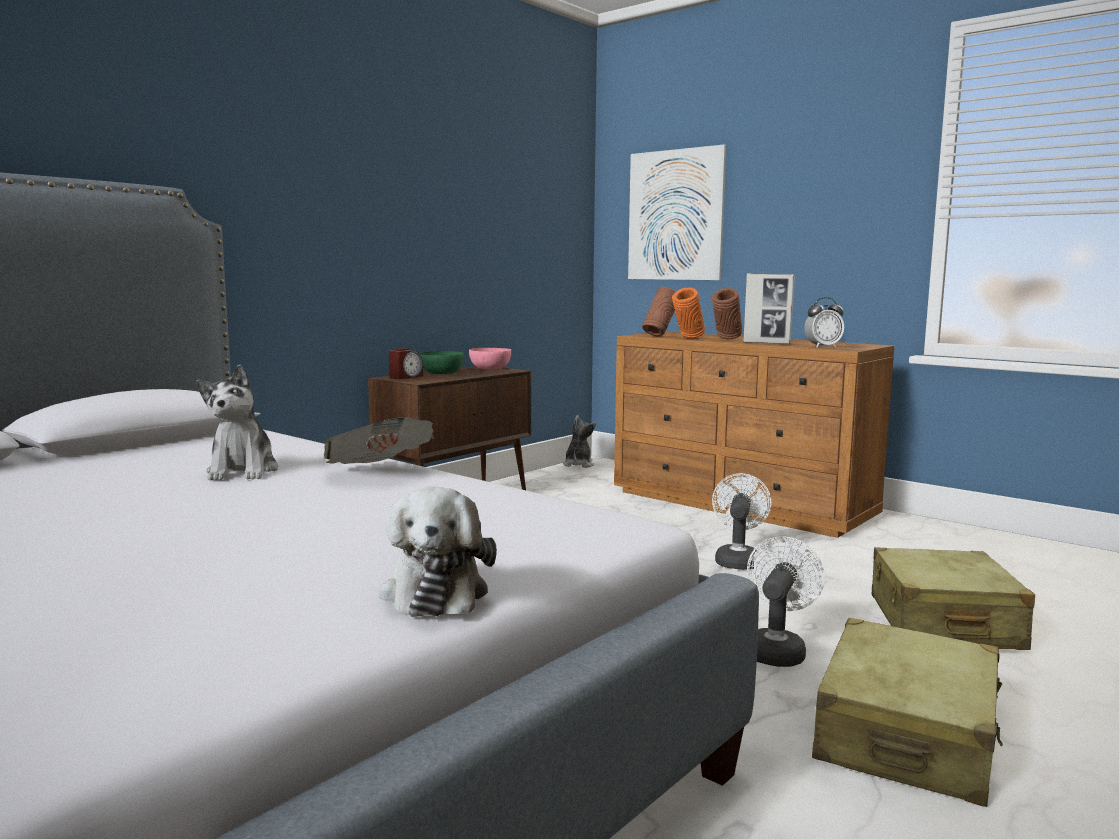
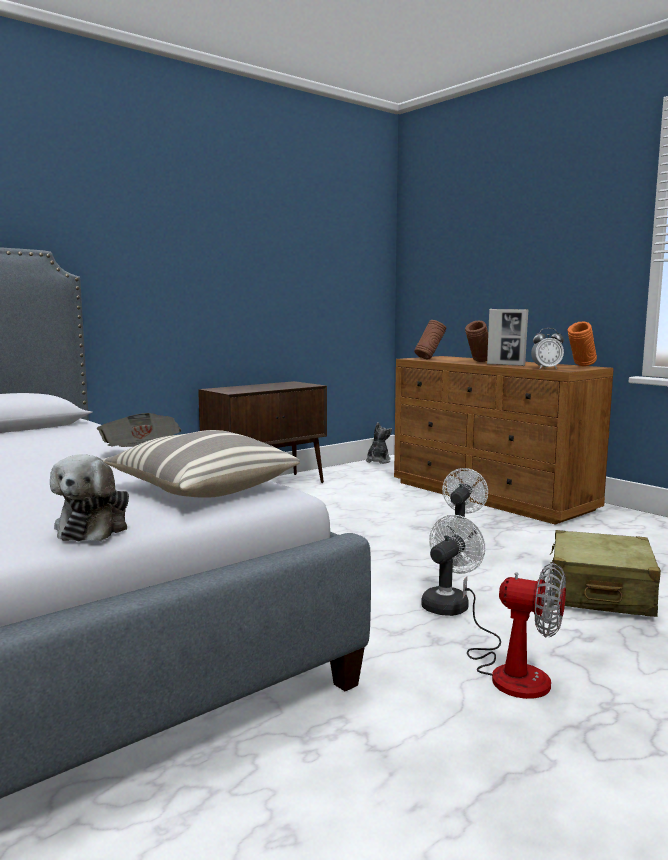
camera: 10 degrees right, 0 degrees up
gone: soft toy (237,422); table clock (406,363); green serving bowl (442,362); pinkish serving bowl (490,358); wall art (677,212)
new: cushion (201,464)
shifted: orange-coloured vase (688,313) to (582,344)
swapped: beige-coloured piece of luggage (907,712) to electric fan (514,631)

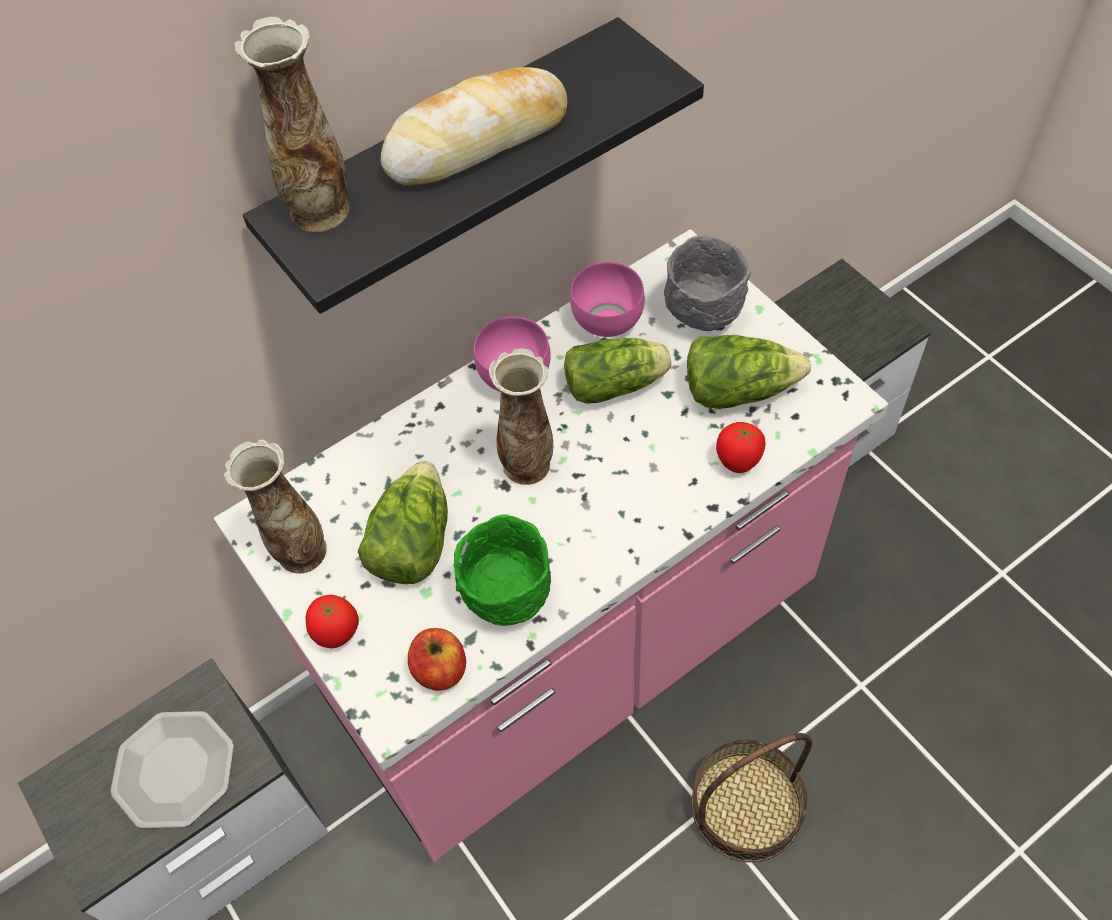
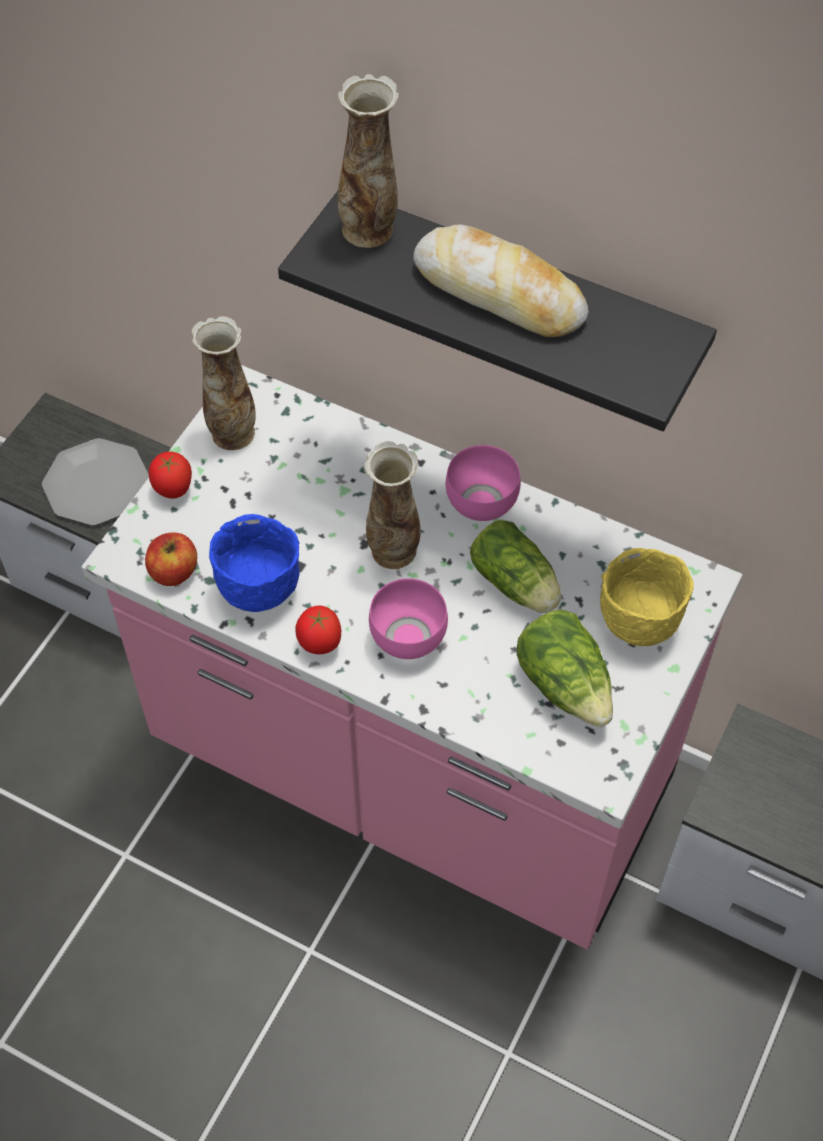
camera: 60 degrees right, 0 degrees up
gone: head of lettuce (403,522); basket (751,797)
shifted: pinkish serving bowl (607,299) to (408,618); tomato (741,447) to (318,629)
repainted: green serving bowl (502,570) to blue serving bowl (254,563); grey serving bowl (707,283) to yellowish serving bowl (647,597)

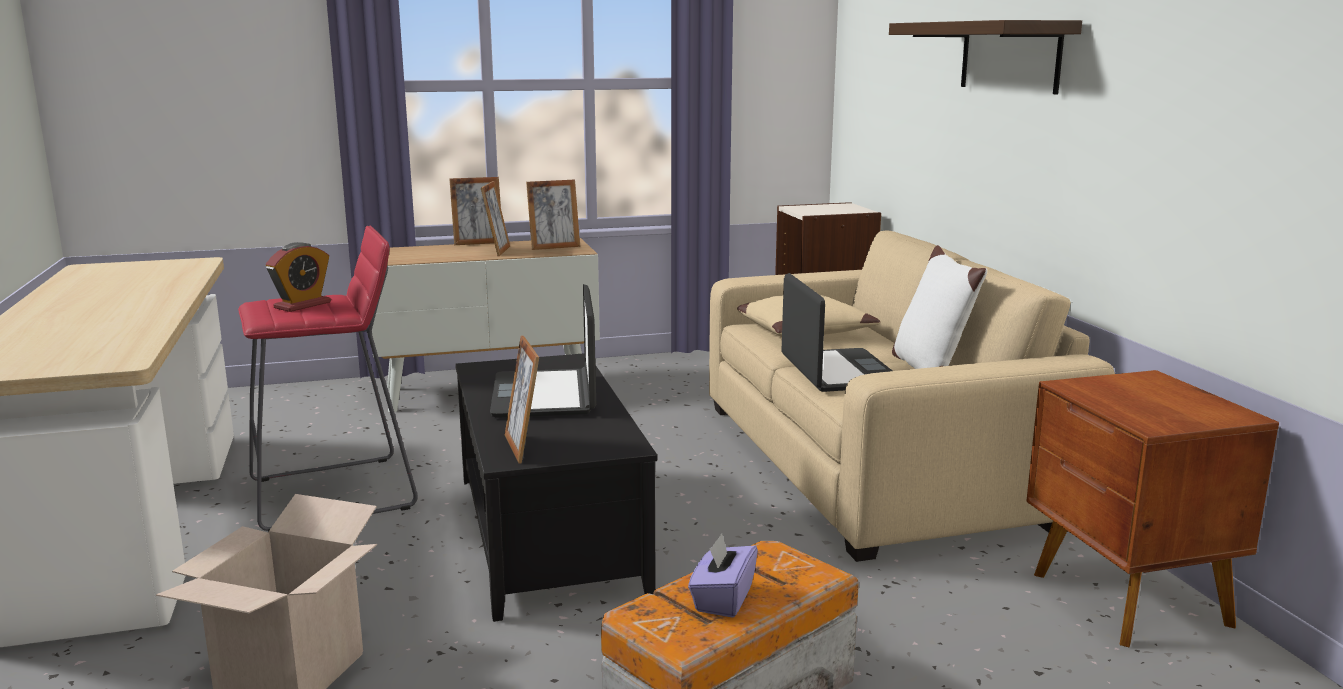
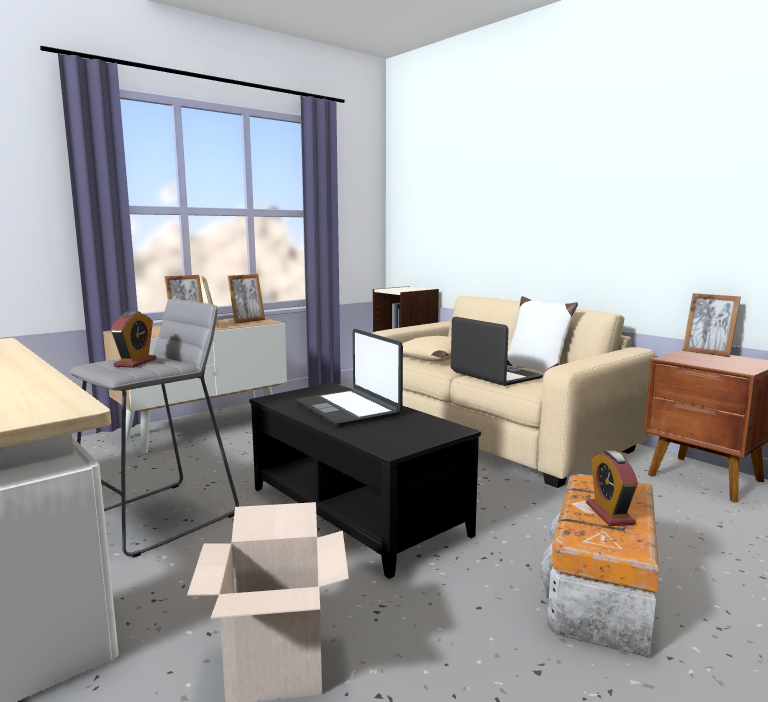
camera: 25 degrees left, 5 degrees down
gone: shelf (985,57)
shifted: standing frame (522,399) to (711,325)
swapped: purple box of tissues (723,575) to table clock (612,488)
repainted: red stool seat (328,379) to grey stool seat (154,428)

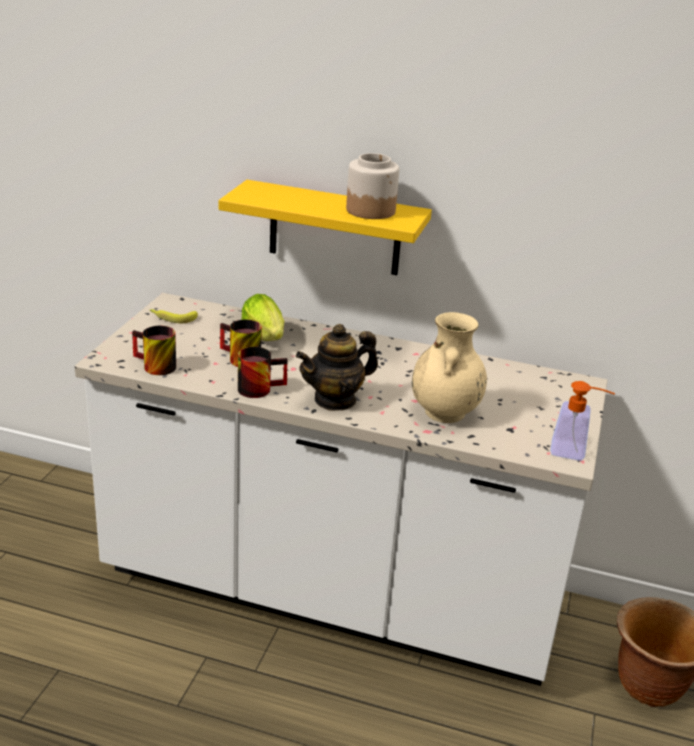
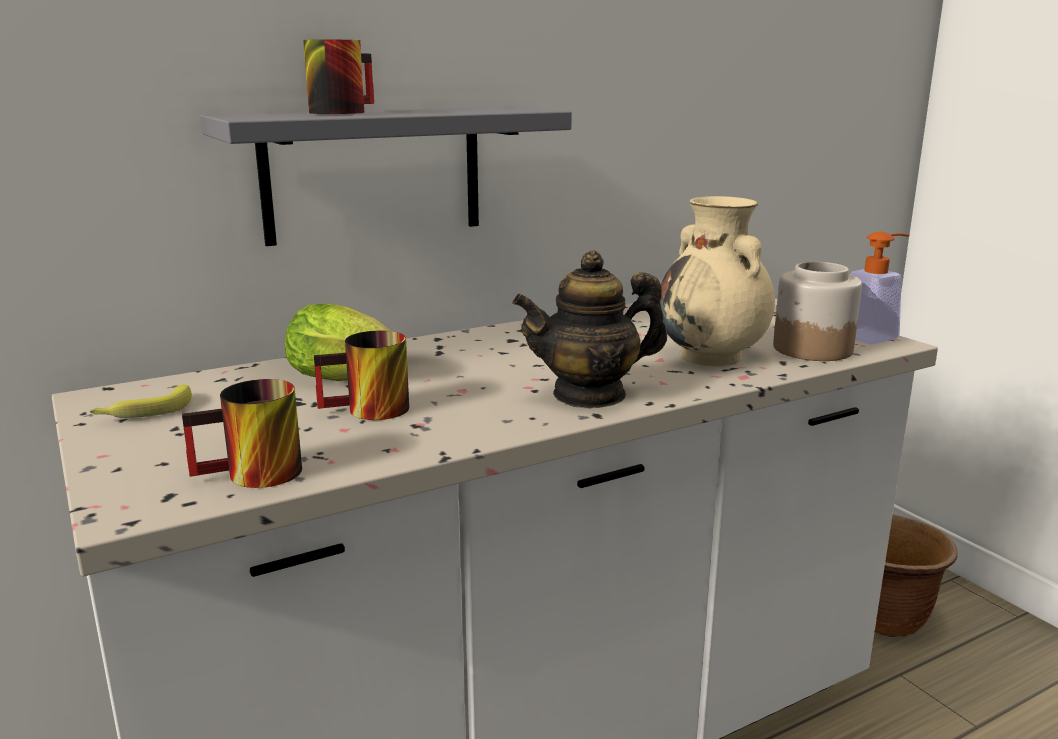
camera: 45 degrees left, 10 degrees down
shifted: mug (263,372) to (338,77); storage jar (372,186) to (817,311)
repainted: yellowish shelf (325,227) to grey shelf (386,176)
rotated: tea pot (337,367) = (590,329) 60 degrees clockwise

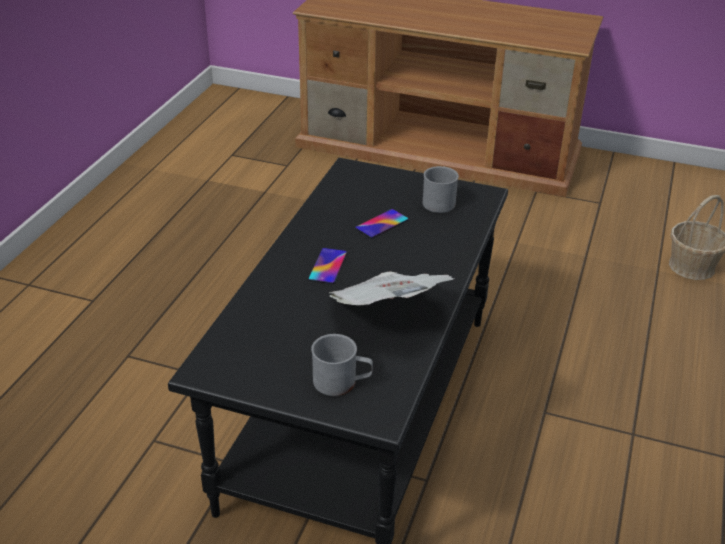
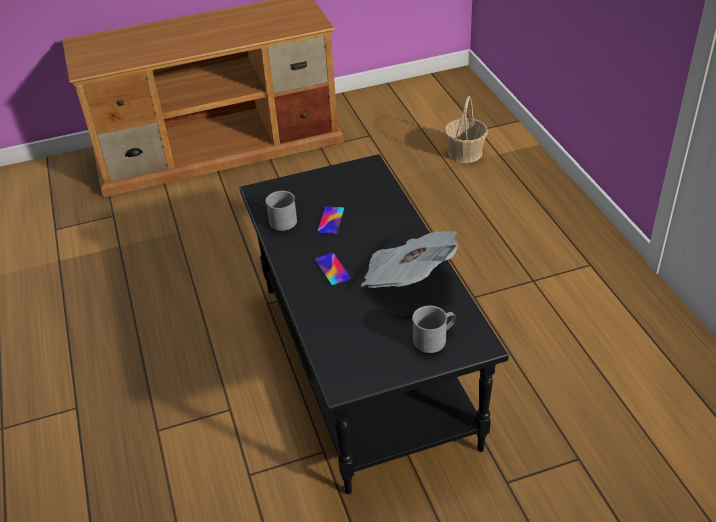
camera: 35 degrees left, 5 degrees up
shifted: grey mug (441,189) to (281,211)

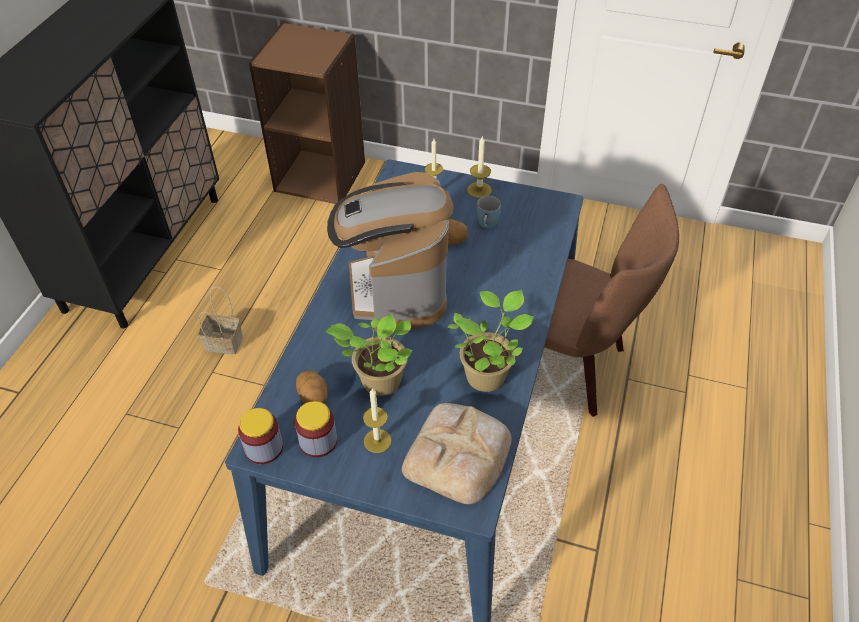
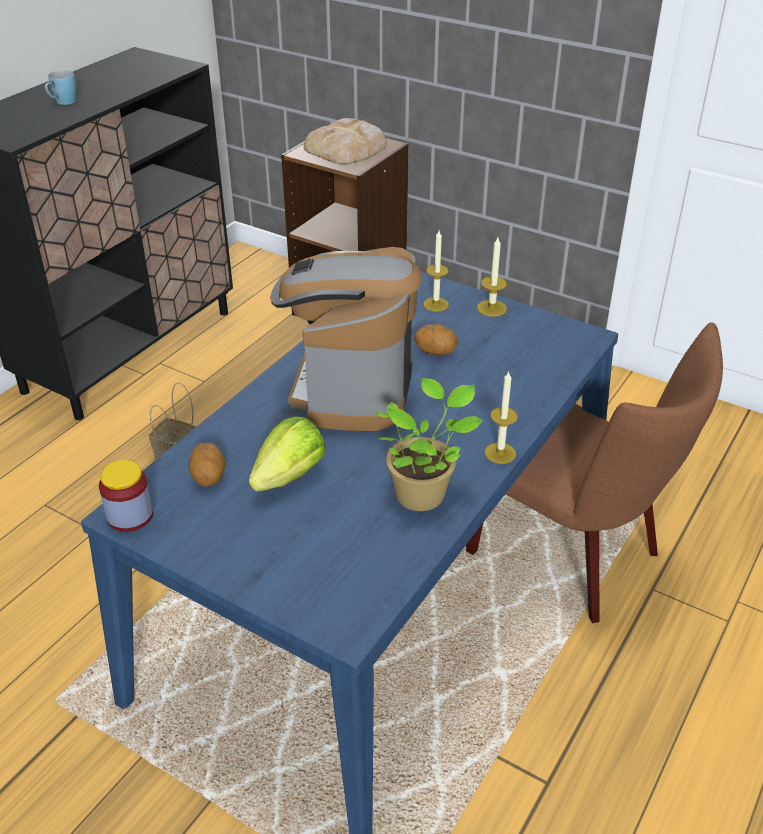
camera: 15 degrees right, 10 degrees down
gone: storage jar (316,429)
shifted: wax light (377,420) to (501,417); bakery bread (457,453) to (345,141); blue mug (489,212) to (60,87)
swapped: potted plant (369,355) to head of lettuce (287,454)

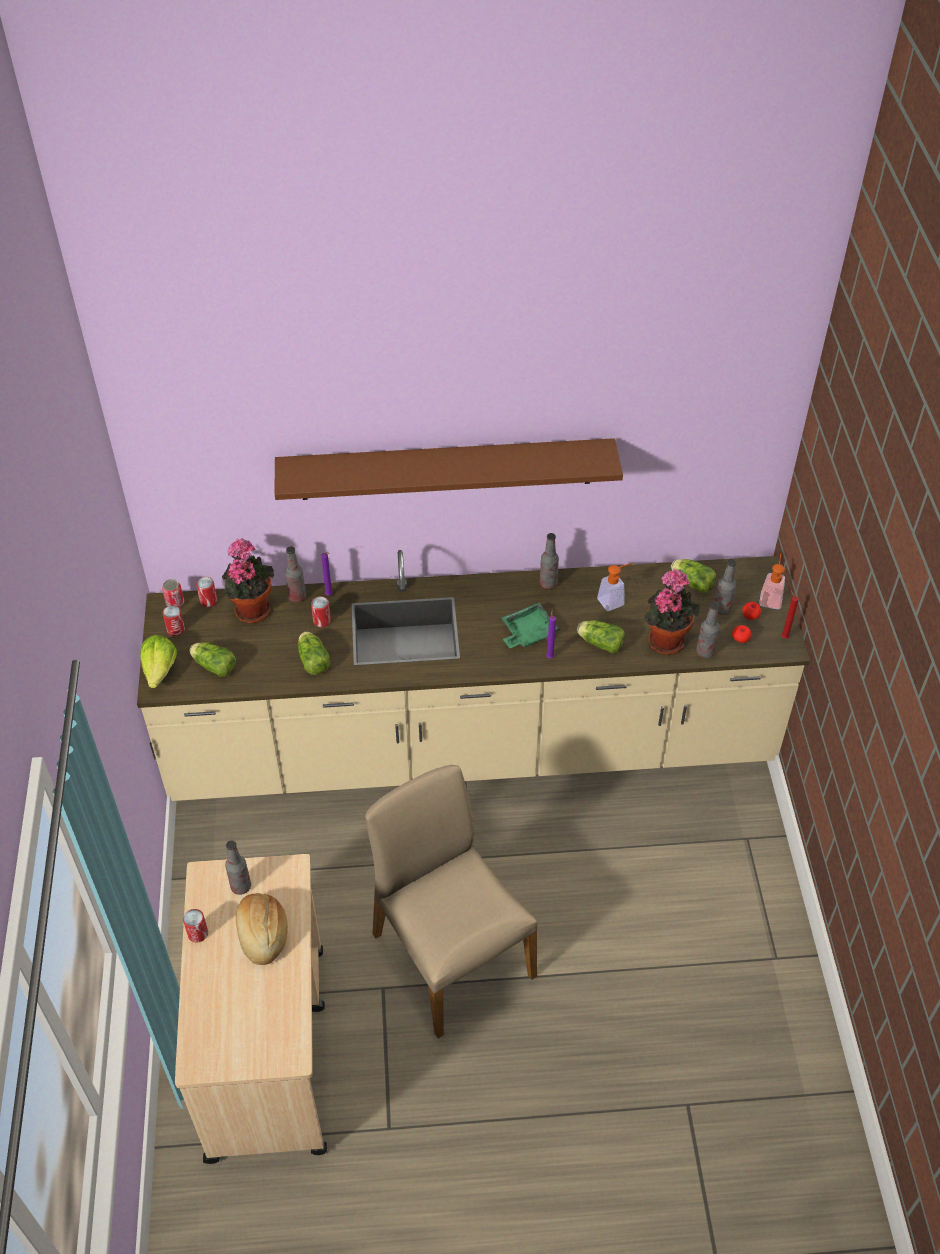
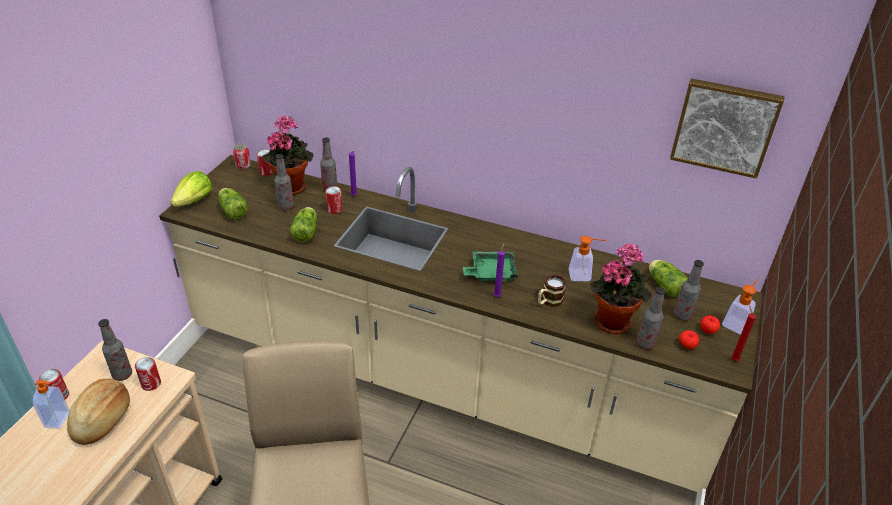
camera: 25 degrees right, 10 degrees down
gone: brown-coloured shelf (448,469)
new: soap bottle (51,404); wall art (727,128)
shifted: sealed can (174,620) to (148,374); drink bottle (549,561) to (284,182)
swapped: head of lettuce (601,636) to mug (552,290)

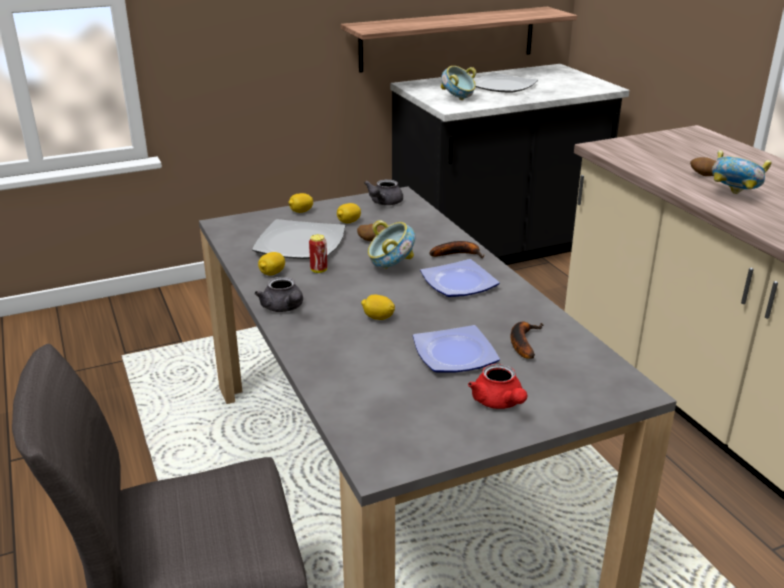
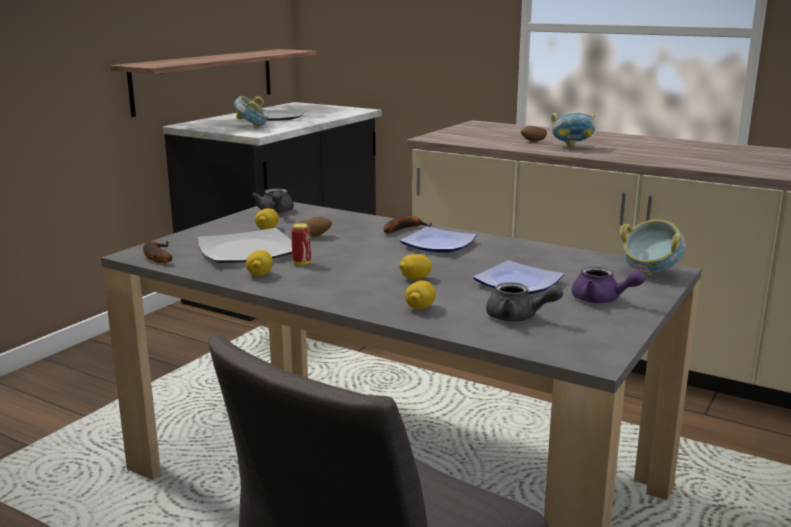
camera: 35 degrees left, 10 degrees down
shifted: grey tea pot (279,294) to (524,302); whole lemon (300,203) to (420,295); serving bowl (391,244) to (652,247); banana (527,340) to (158,252)
repainted: red tea pot (497,386) to purple tea pot (609,284)

